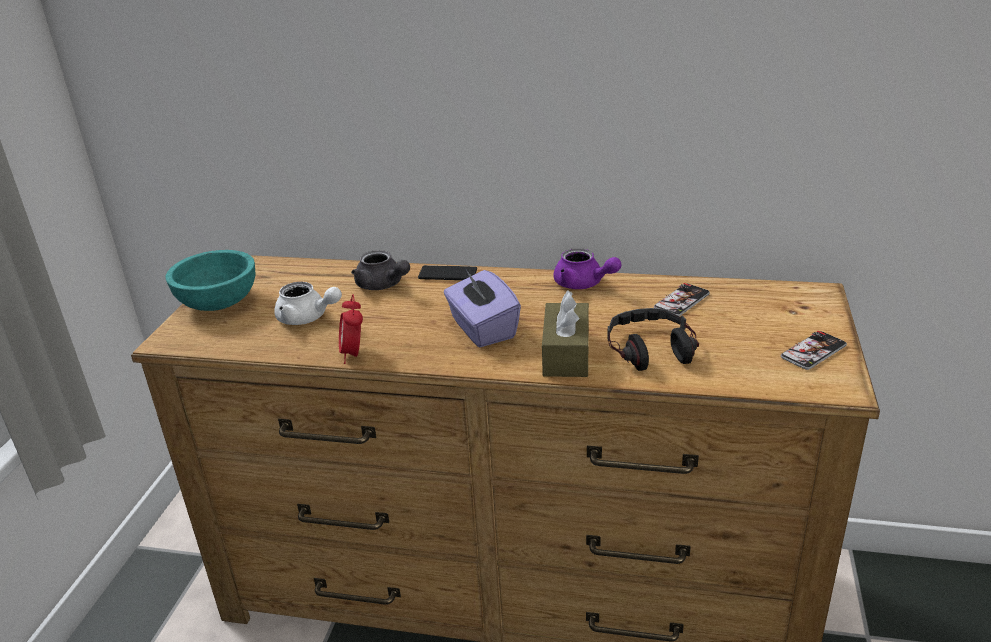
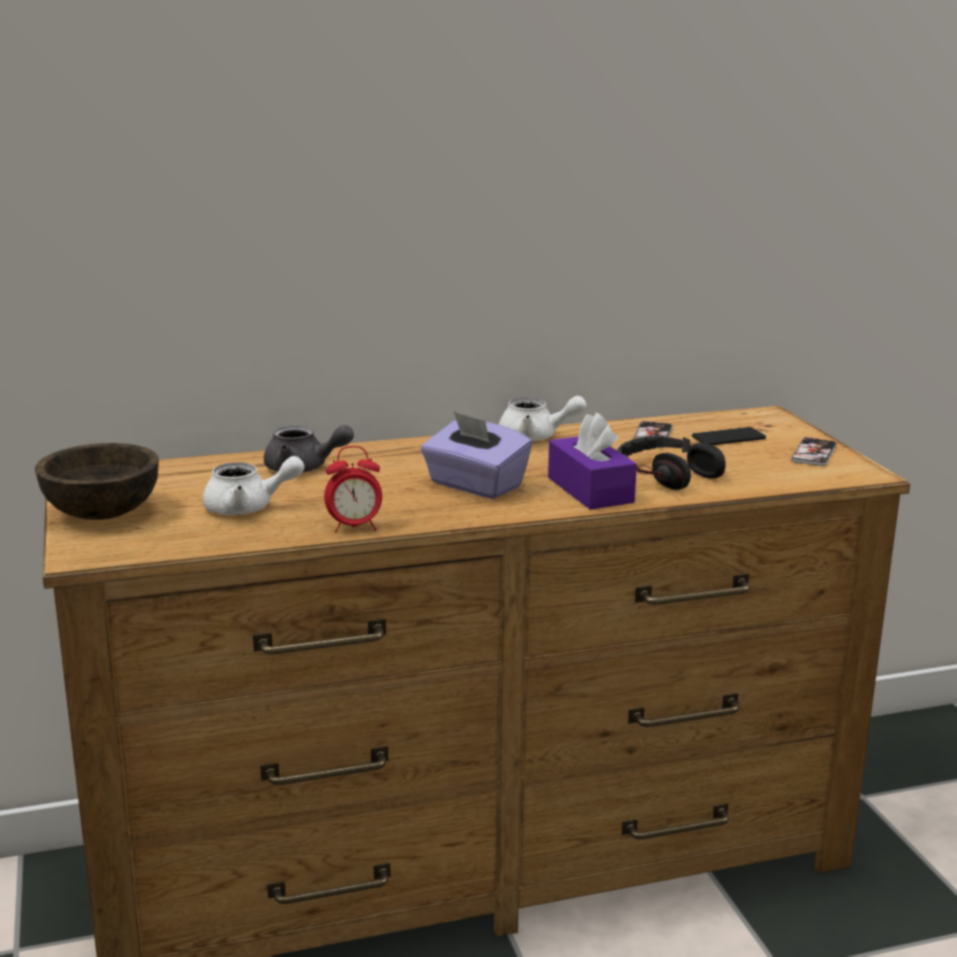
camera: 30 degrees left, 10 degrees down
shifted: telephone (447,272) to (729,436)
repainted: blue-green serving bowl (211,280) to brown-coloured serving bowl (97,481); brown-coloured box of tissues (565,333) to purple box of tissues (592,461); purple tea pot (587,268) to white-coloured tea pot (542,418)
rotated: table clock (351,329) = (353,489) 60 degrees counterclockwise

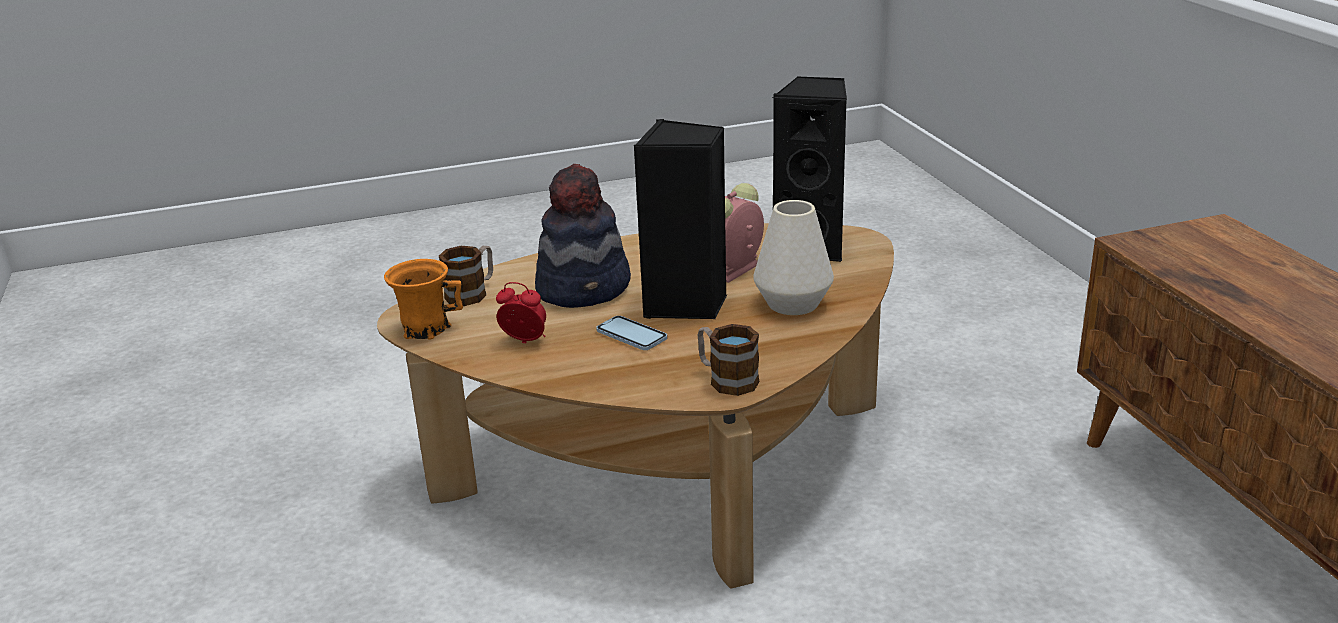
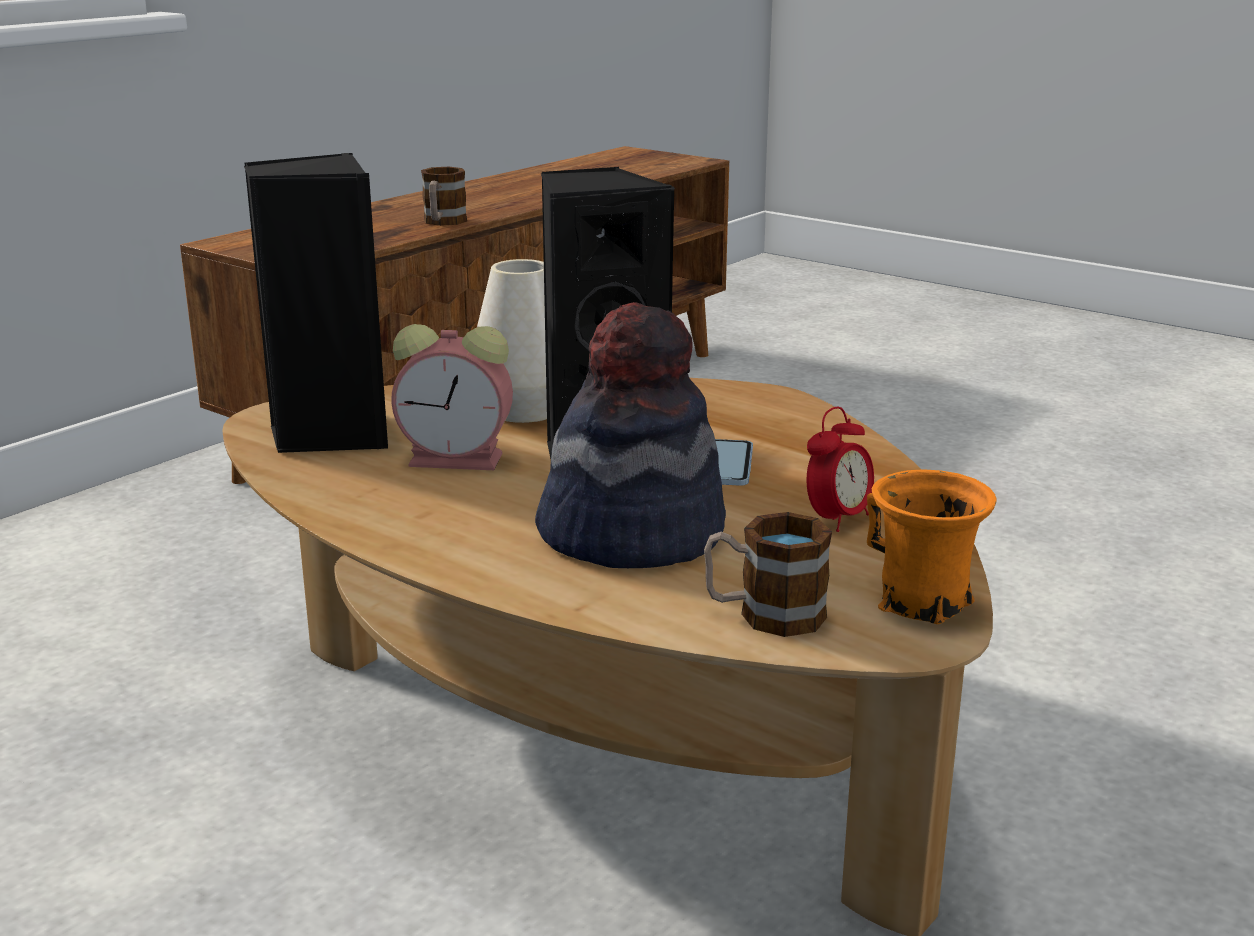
camera: 125 degrees left, 5 degrees down
shifted: mug (728,360) to (444,196)
rotated: table clock (521,312) = (840,469) 120 degrees counterclockwise

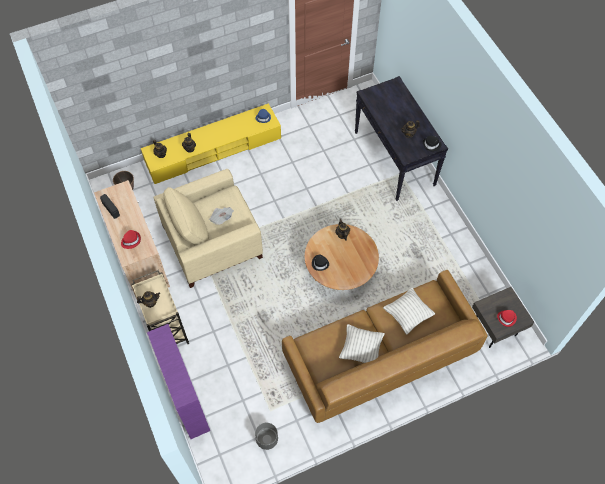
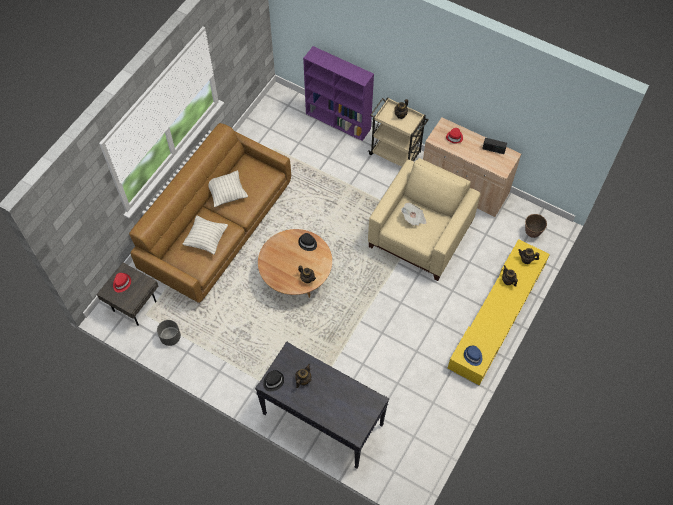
camera: 145 degrees right, 0 degrees up
shifted: grey flower pot (266,436) to (169,333)

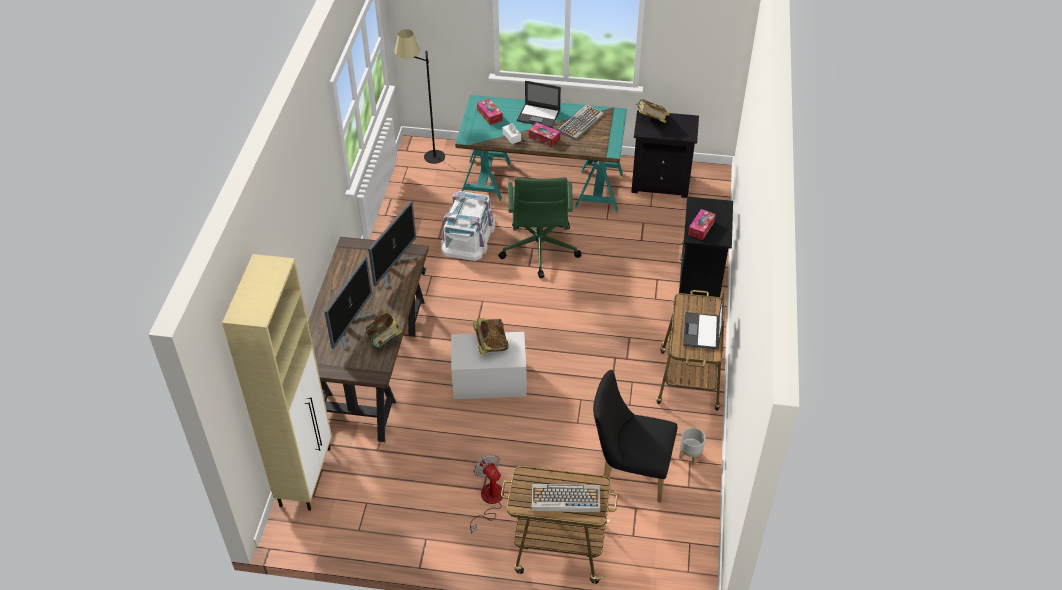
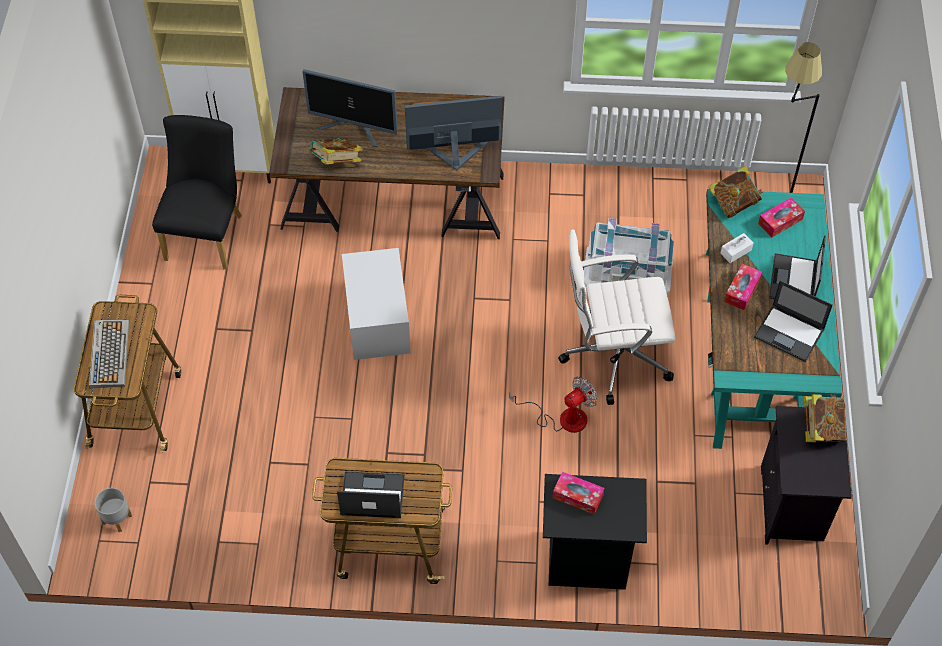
camera: 85 degrees right, 10 degrees up
shifted: electric fan (487,493) to (553,405); bound book (491,336) to (736,192); black-coloured upright chair (635,436) to (197,192); grey flower pot (692,447) to (113,510)
swapped: computer keyboard (580,122) to portable computer (793,321)
repainted: green office chair (539,227) to white-coloured office chair (616,317)
rotated: computer screen (392,245) = (453,133) 150 degrees clockwise

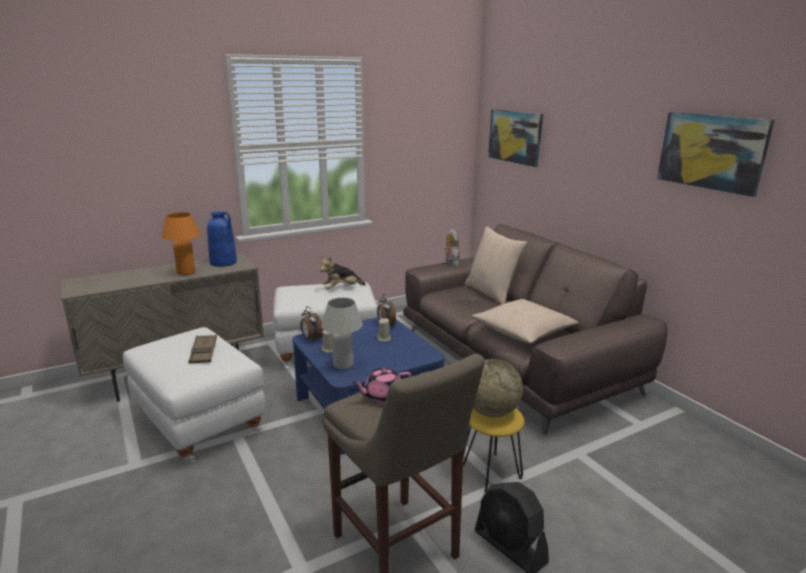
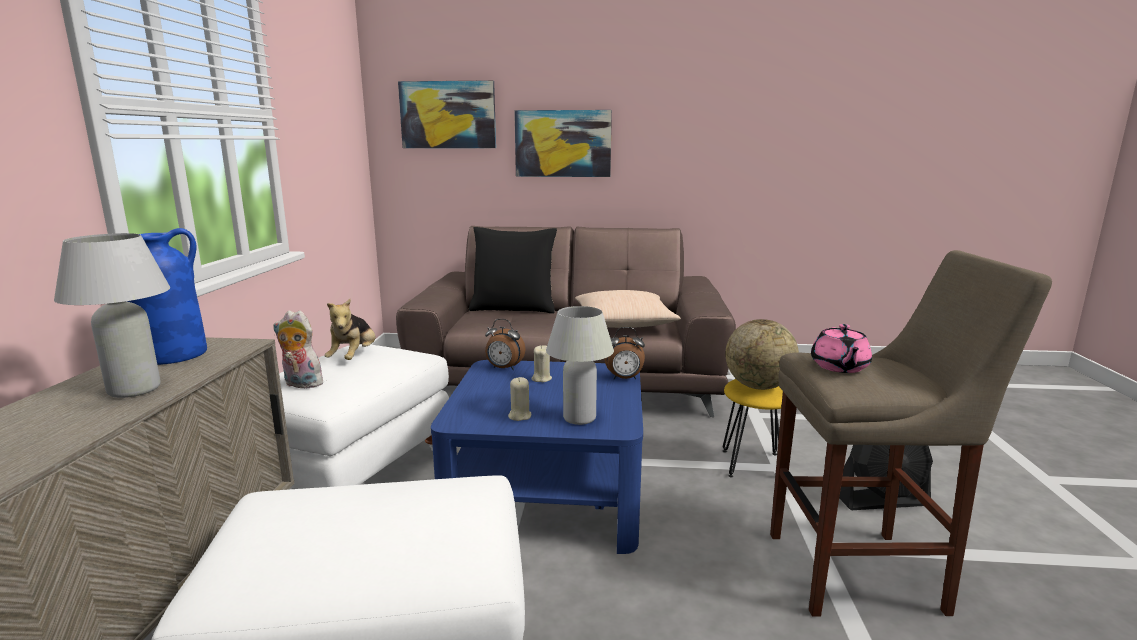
camera: 55 degrees left, 5 degrees down
gone: brown-coloured serving tray (203,349)
shifted: table clock (311,323) to (624,353); soft toy (452,248) to (298,349); wall art (715,154) to (563,143)
repainted: orange-coloured table lamp (181,243) to white-coloured table lamp (112,315); beige-coloured cushion (496,265) to black-coloured cushion (513,270)

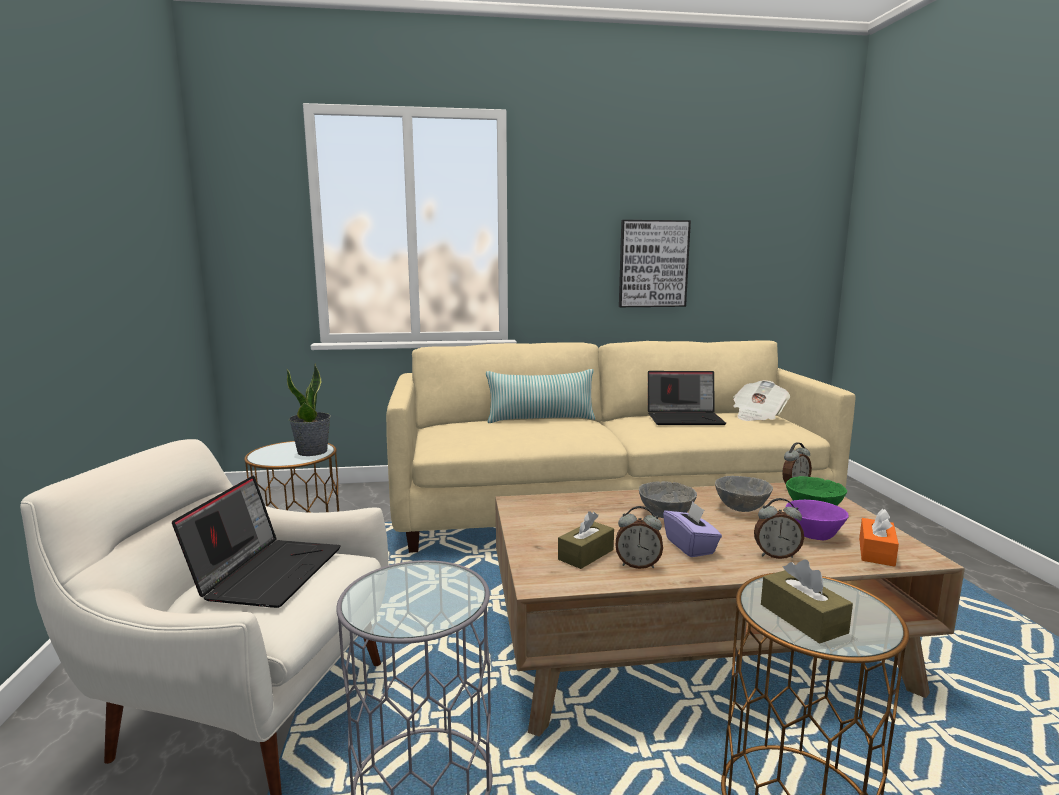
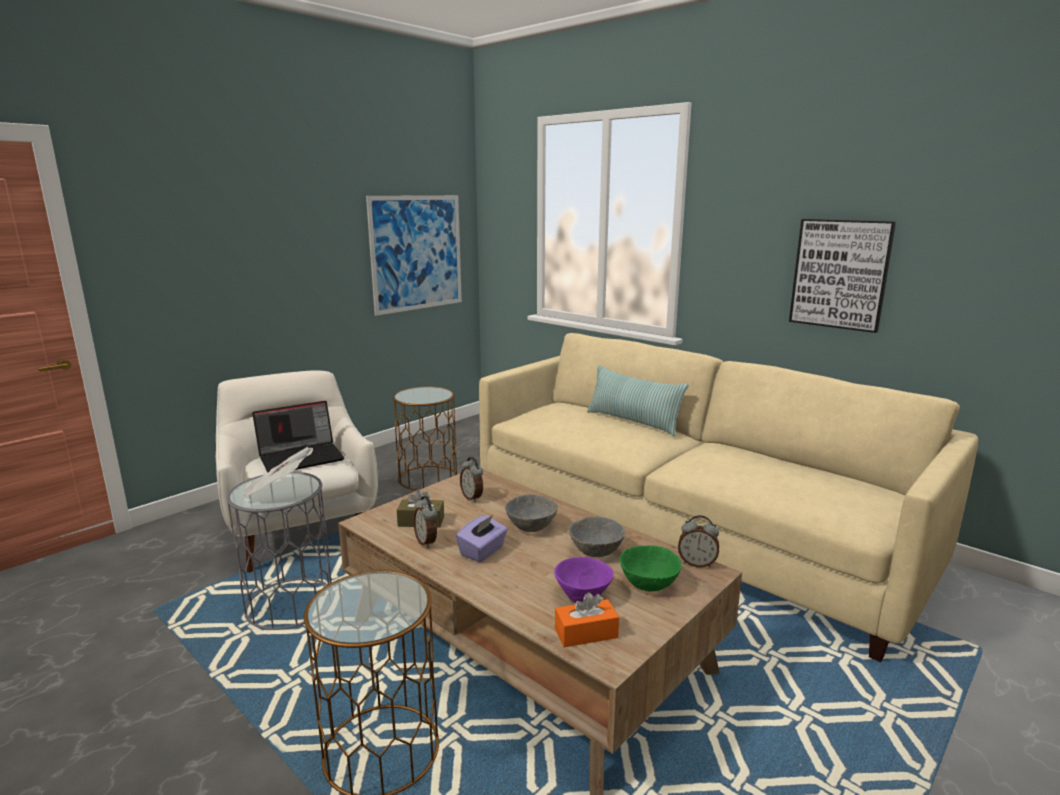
camera: 50 degrees right, 5 degrees up
gone: potted plant (309,409); portable computer (687,398); brown-coloured box of tissues (807,601)
new: wall art (414,255)
shifted: daily paper (761,400) to (278,472); table clock (779,528) to (471,479)

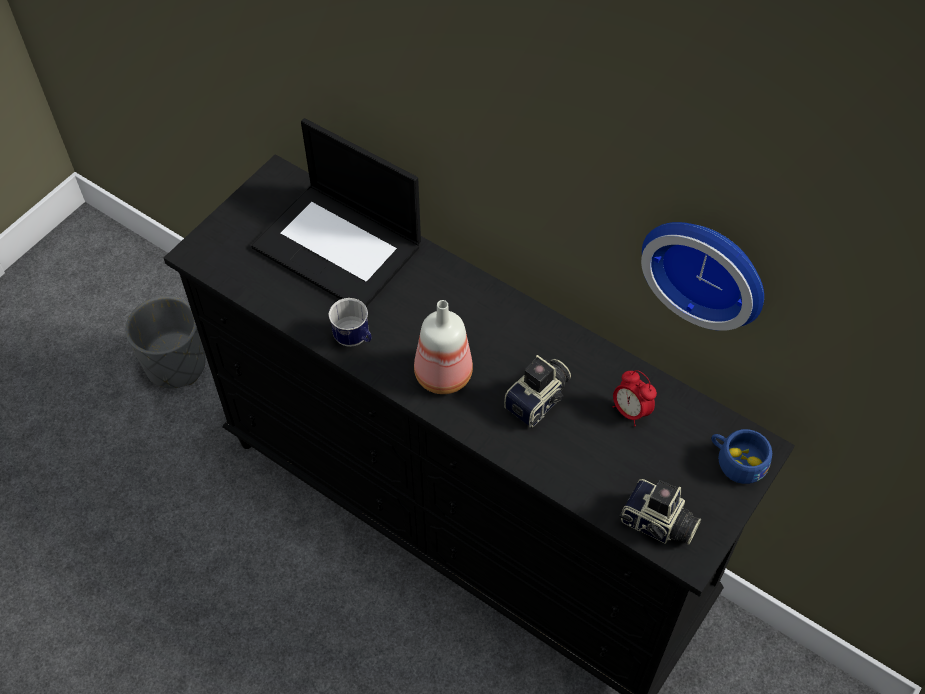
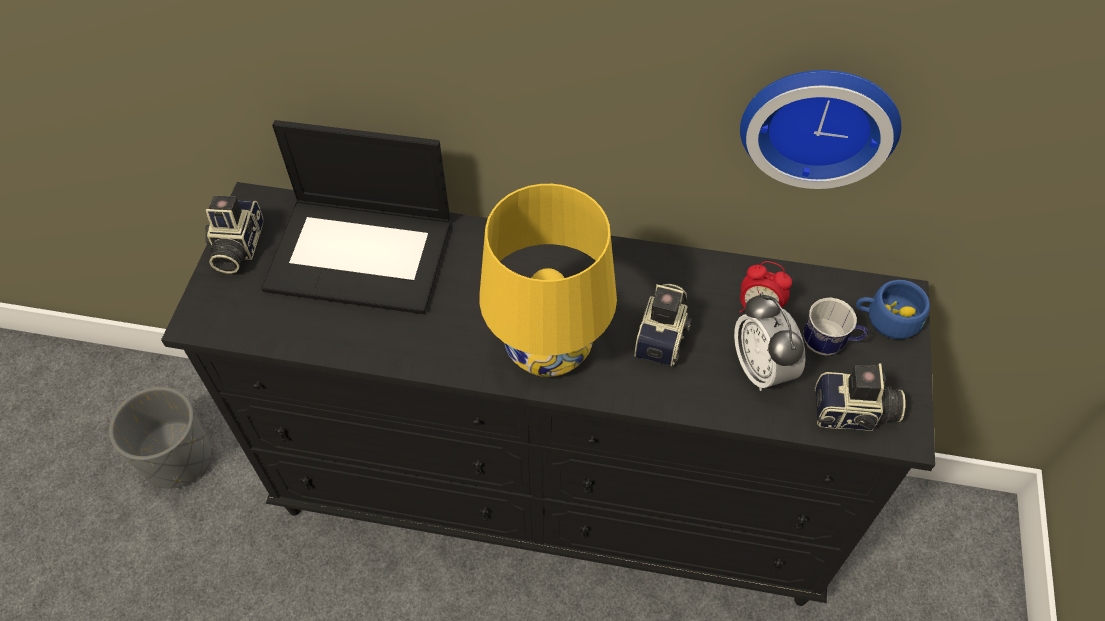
camera: 25 degrees left, 0 degrees up
new: still camera (234,234); table clock (770,342)
shifted: mug (350,322) to (835,326)
swapped: drink bottle (443,347) to yellowish table lamp (548,280)

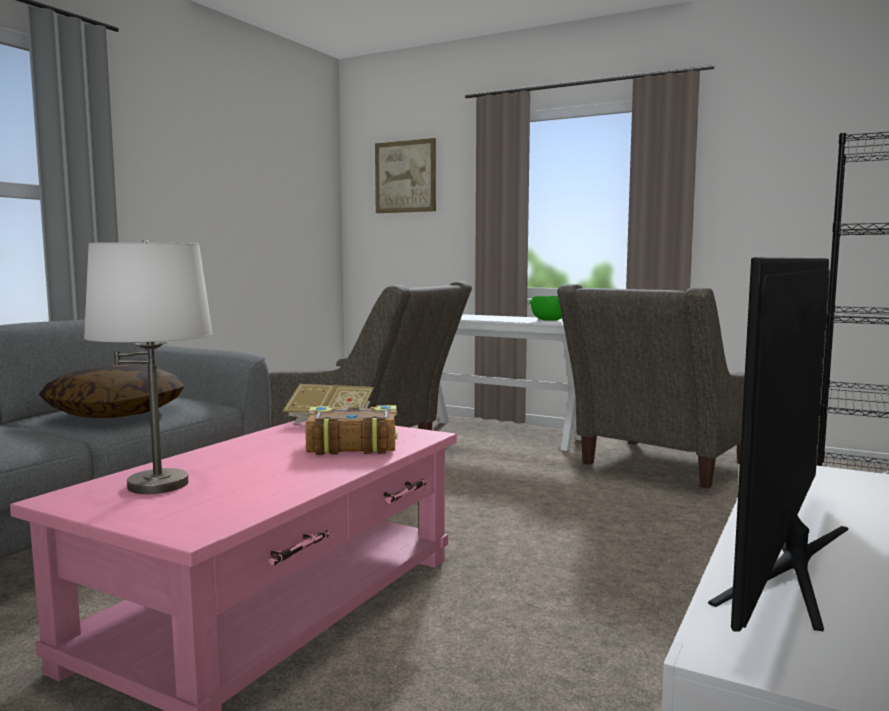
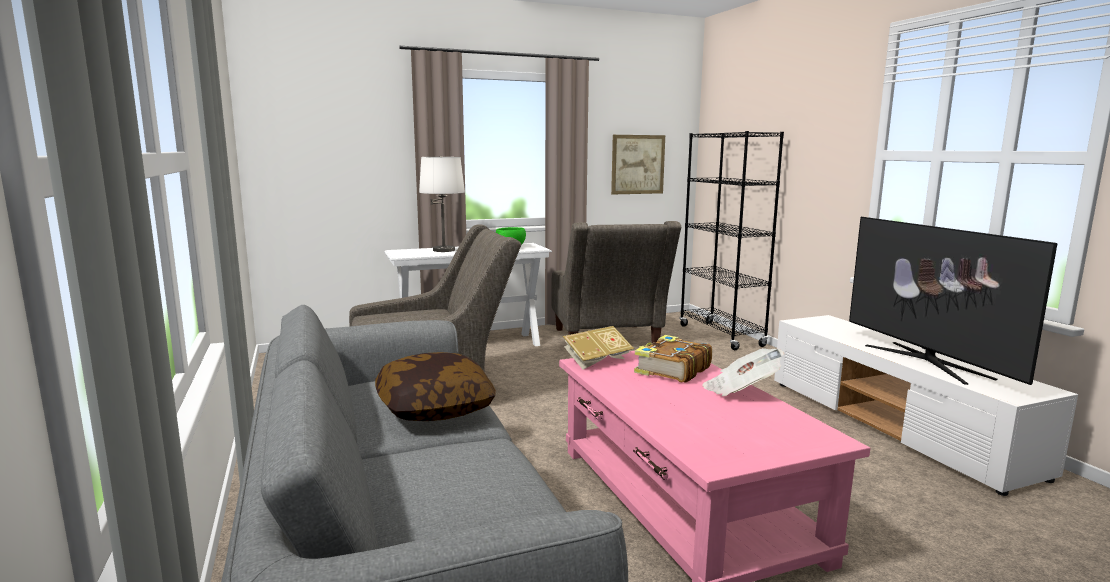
camera: 50 degrees left, 5 degrees up
new: daily paper (743,372)
shifted: white-coloured table lamp (148,367) to (442,204); wall art (405,175) to (638,165)

